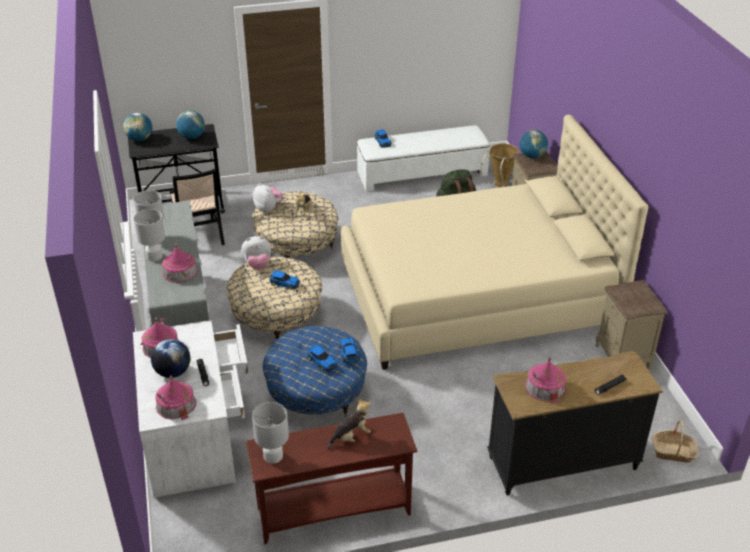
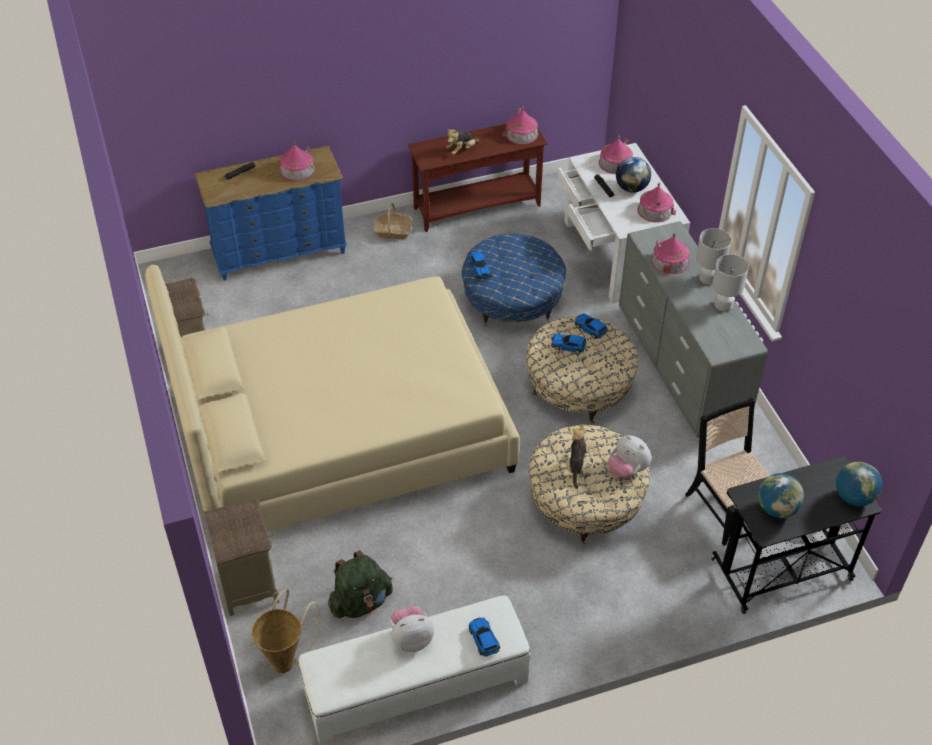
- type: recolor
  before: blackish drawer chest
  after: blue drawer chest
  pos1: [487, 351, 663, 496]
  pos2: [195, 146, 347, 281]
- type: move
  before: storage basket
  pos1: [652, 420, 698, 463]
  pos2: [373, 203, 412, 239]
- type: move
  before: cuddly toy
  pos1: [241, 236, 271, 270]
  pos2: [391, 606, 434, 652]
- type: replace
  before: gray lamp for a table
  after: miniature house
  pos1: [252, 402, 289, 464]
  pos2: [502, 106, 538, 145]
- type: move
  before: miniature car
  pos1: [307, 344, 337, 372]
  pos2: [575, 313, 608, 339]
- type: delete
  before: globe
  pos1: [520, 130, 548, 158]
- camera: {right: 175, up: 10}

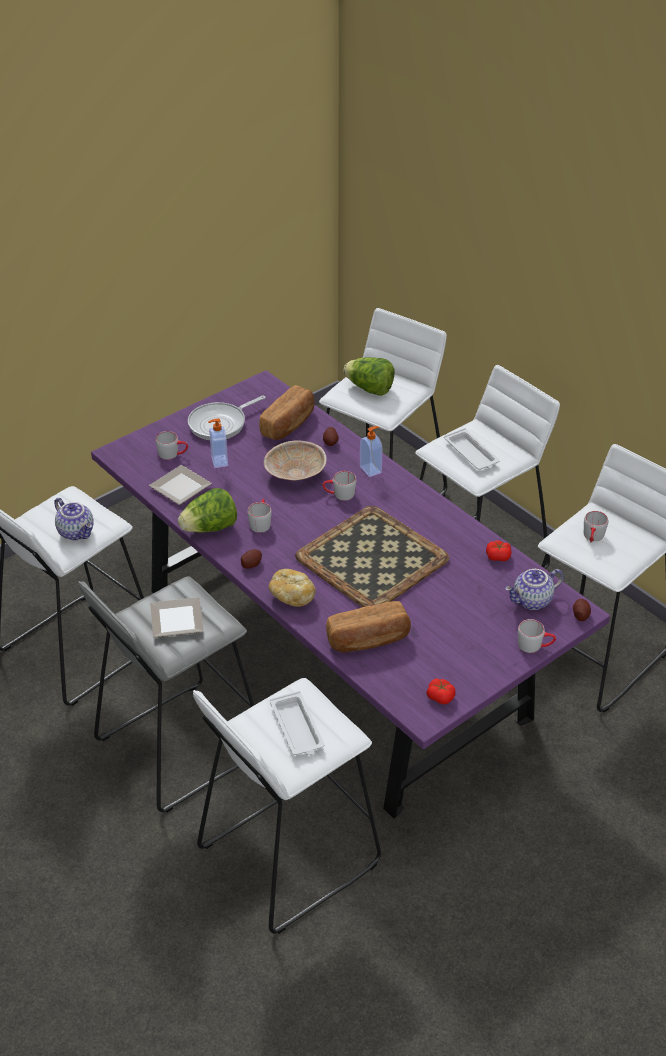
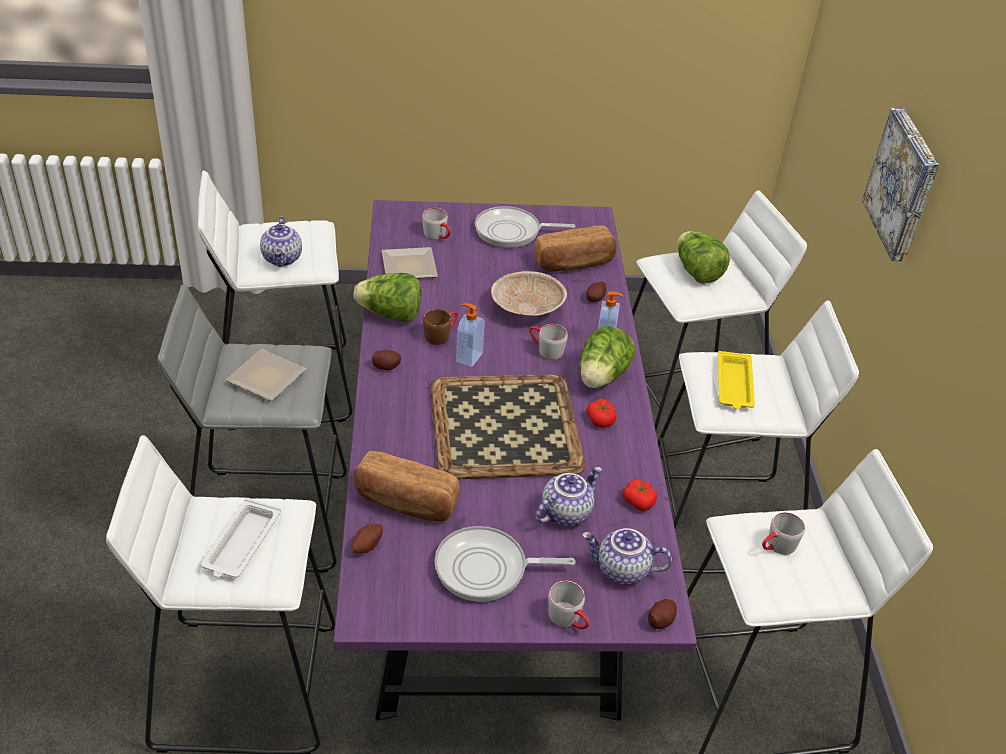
- type: insert
  after: spud
  pos2: [352, 524, 383, 554]
- type: recolor
  before: gray mug
  after: brown-coloured mug
  pos1: [247, 499, 272, 533]
  pos2: [423, 309, 458, 345]
- type: insert
  after: skillet
  pos2: [434, 526, 576, 602]
- type: move
  before: soap bottle
  pos1: [208, 419, 228, 468]
  pos2: [456, 303, 485, 367]
- type: insert
  after: pot for tea
  pos2: [535, 467, 602, 526]
- type: insert
  after: lettuce
  pos2: [580, 326, 636, 388]
- type: move
  before: tomato
  pos1: [426, 678, 456, 704]
  pos2: [586, 399, 617, 428]
- type: recolor
  before: white tray
  after: yellow-coloured tray
  pos1: [444, 428, 500, 470]
  pos2: [718, 351, 755, 410]
- type: insert
  after: wall picture
  pos2: [862, 108, 939, 261]
- type: delete
  before: bread
  pos1: [269, 569, 316, 607]
- camera: {right: 35, up: 0}

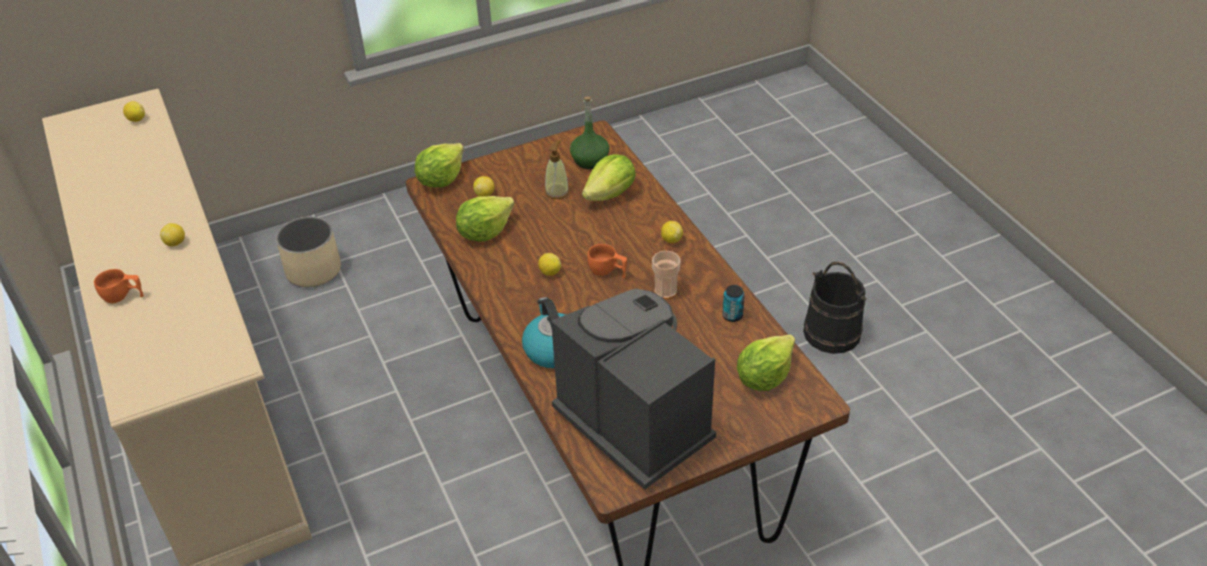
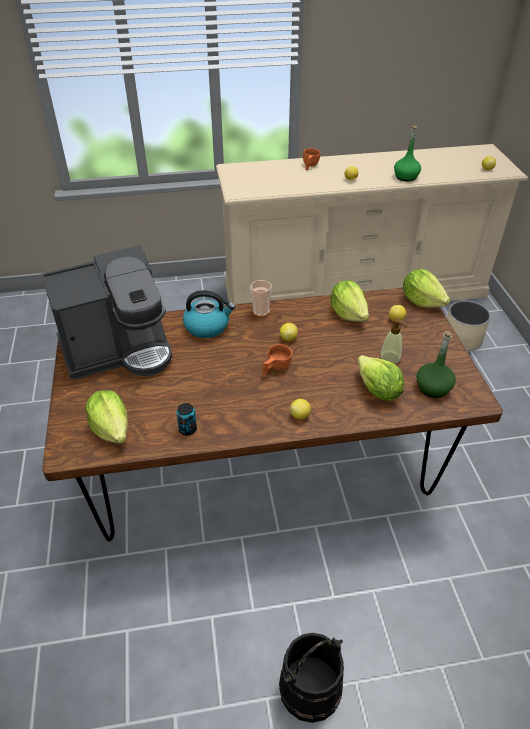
- type: move
  before: drinking cup
  pos1: [652, 251, 681, 299]
  pos2: [251, 280, 272, 317]
- type: insert
  after: green-coloured drink bottle
  pos2: [394, 126, 421, 182]
- camera: {right: 105, up: 0}

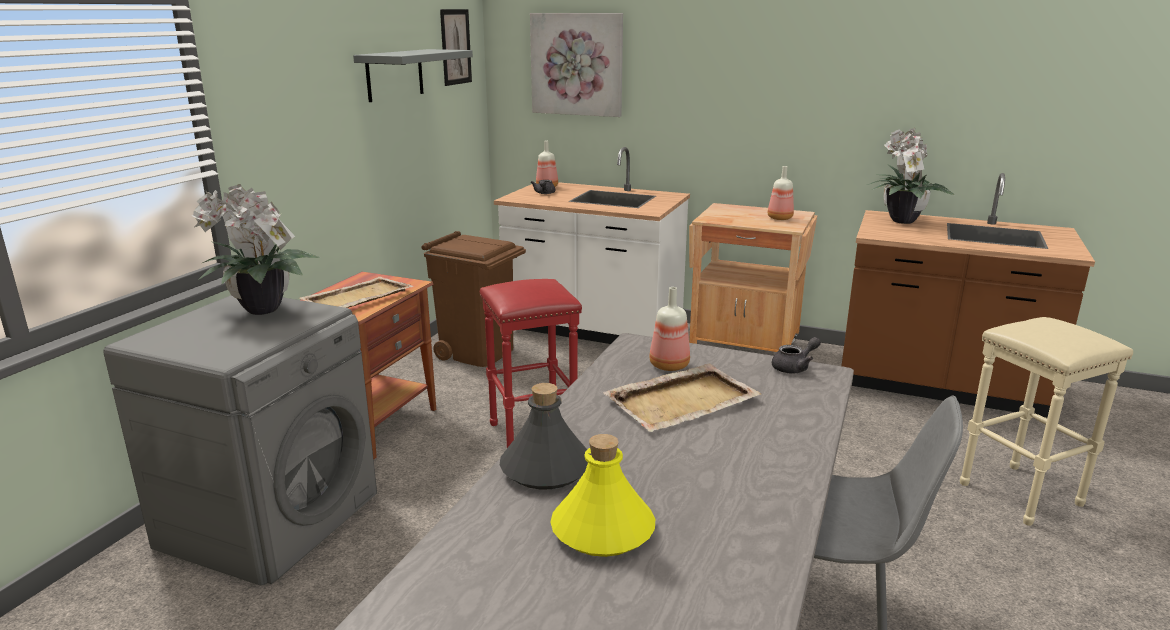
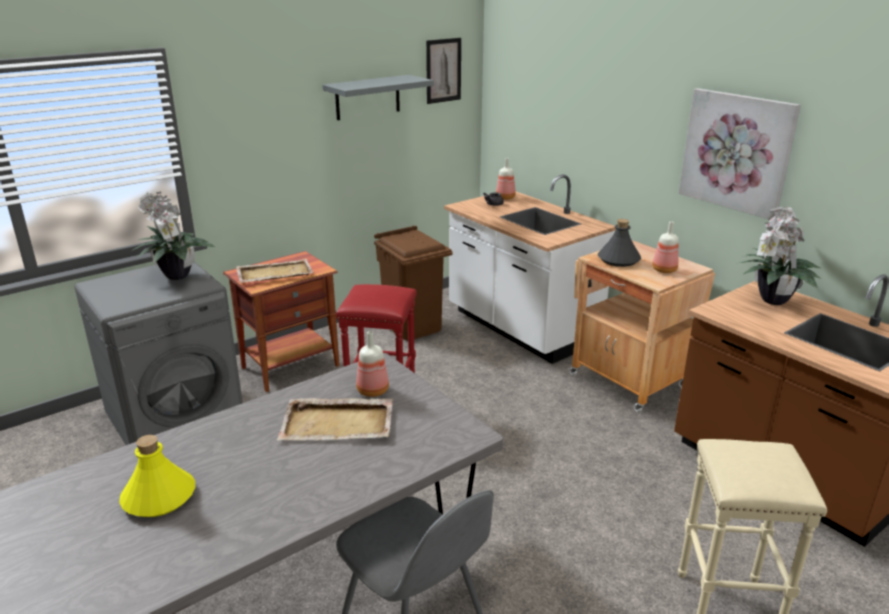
- type: move
  before: gray drink bottle
  pos1: [500, 383, 588, 489]
  pos2: [598, 219, 641, 267]
- type: move
  before: wall picture
  pos1: [530, 13, 623, 117]
  pos2: [679, 88, 801, 219]
- type: delete
  before: gray pot for tea
  pos1: [772, 337, 821, 374]
- camera: {right: 30, up: 5}

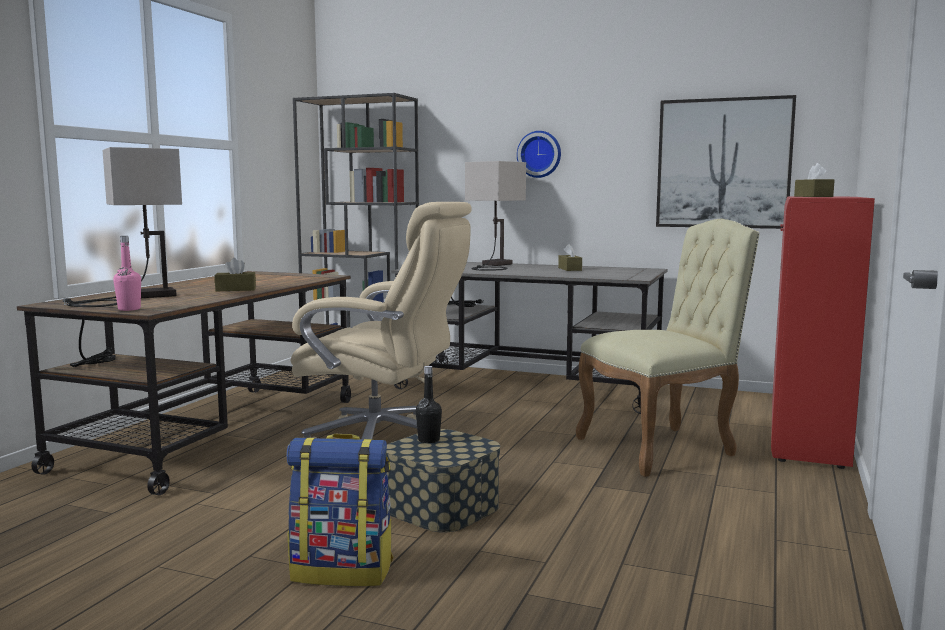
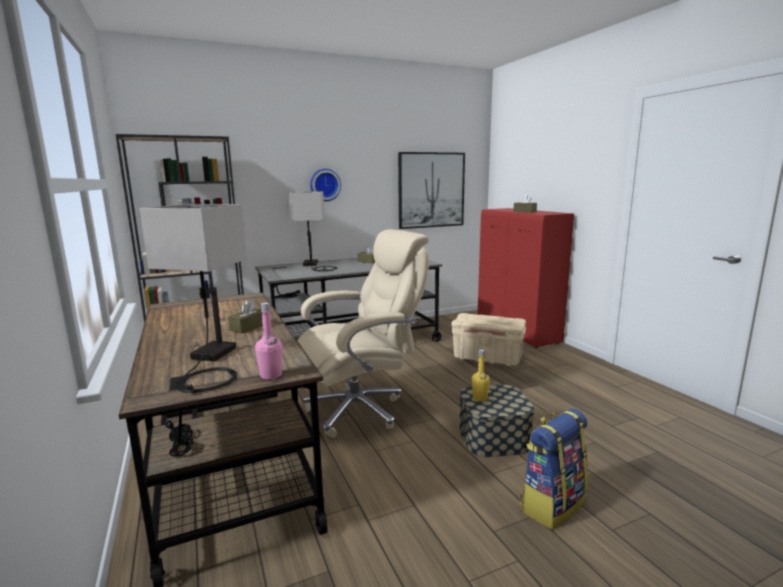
- type: replace
  before: beige-coloured upright chair
  after: beige-coloured storage bin
  pos1: [576, 219, 759, 477]
  pos2: [452, 313, 526, 366]
- type: recolor
  before: blackish drink bottle
  after: yellow-coloured drink bottle
  pos1: [416, 366, 442, 443]
  pos2: [472, 350, 490, 402]
- camera: {right: -45, up: 5}

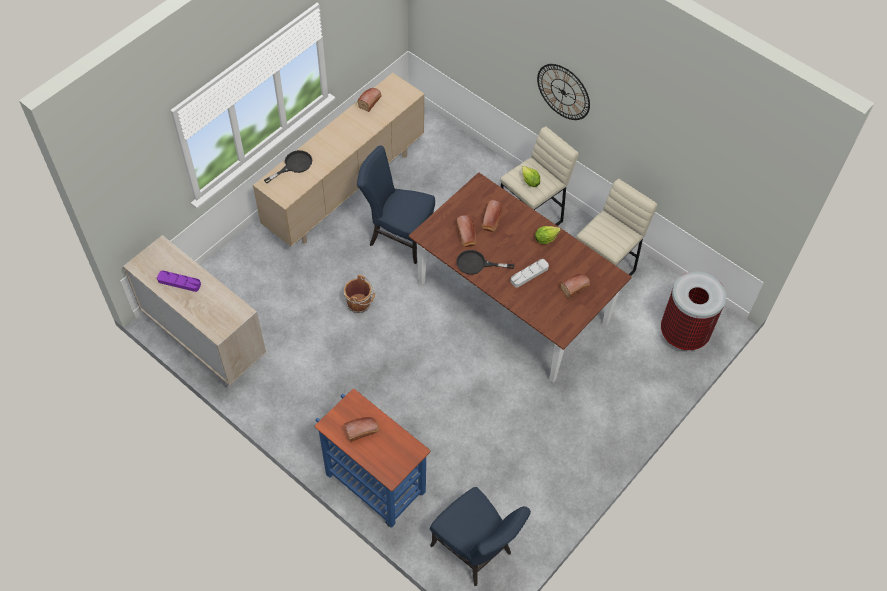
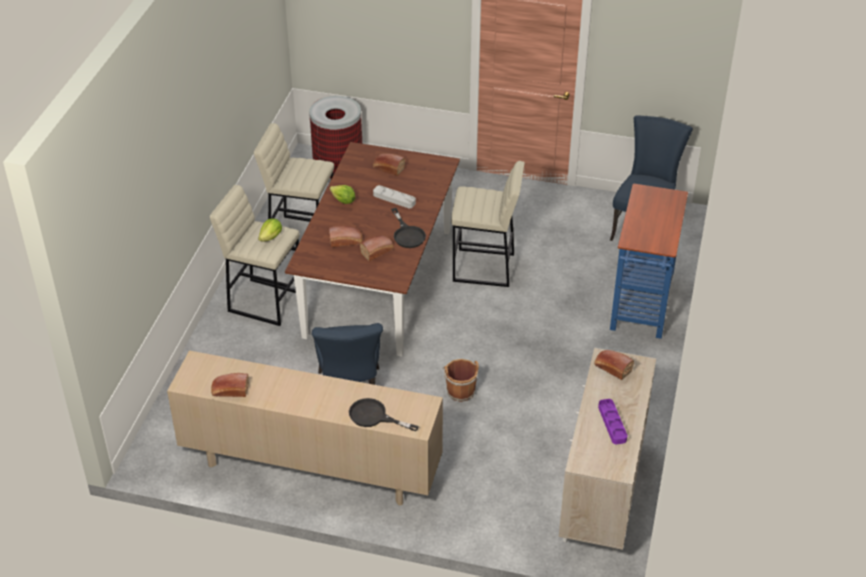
- type: insert
  after: beige-coloured stool seat
  pos2: [451, 161, 525, 287]
- type: move
  before: bread
  pos1: [344, 417, 379, 442]
  pos2: [594, 350, 634, 380]
- type: delete
  before: clock on the wall
  pos1: [537, 64, 590, 120]
- camera: {right: -115, up: -15}

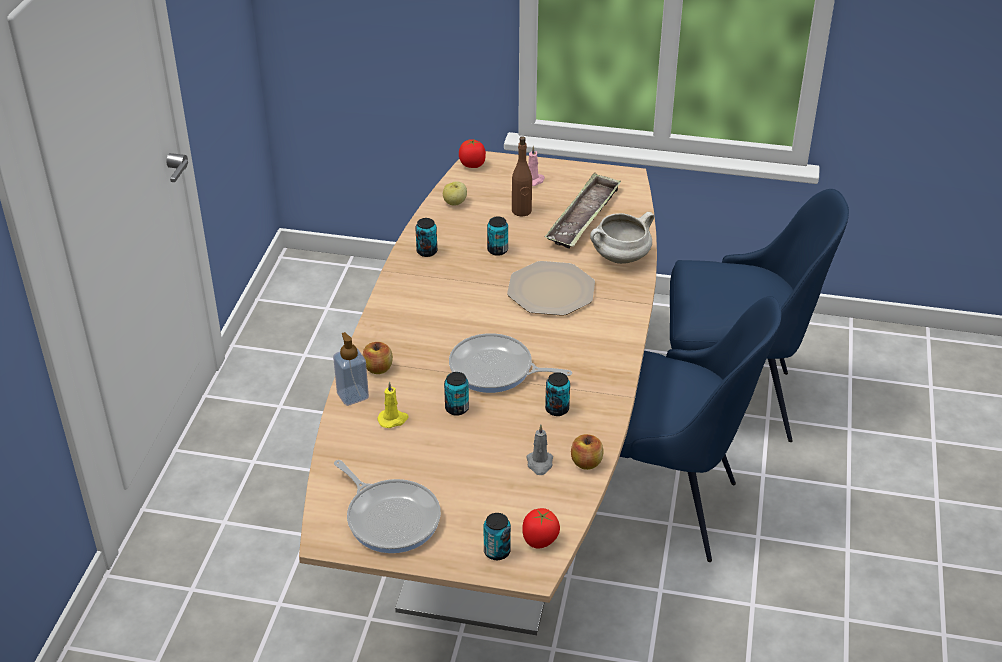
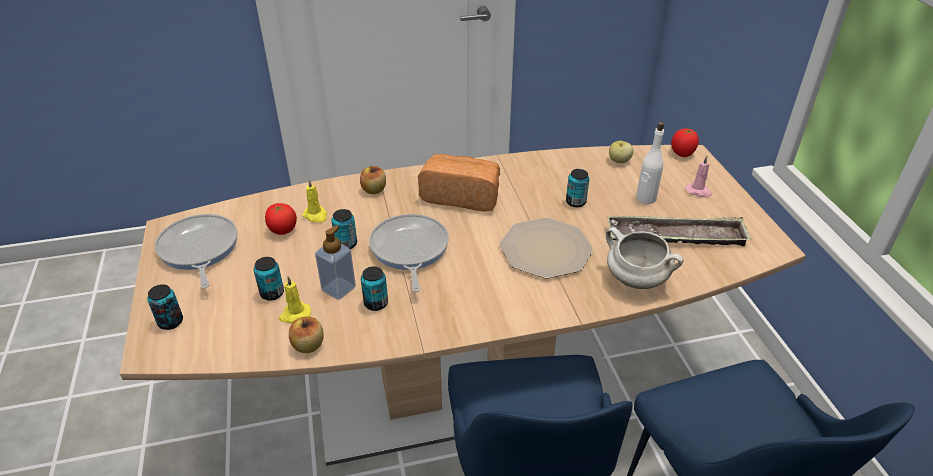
- type: rotate
  before: skillet
  pos1: [334, 460, 441, 553]
  pos2: [155, 214, 237, 288]
  turn: 135
- type: move
  before: can
  pos1: [415, 218, 437, 257]
  pos2: [254, 257, 284, 301]
- type: move
  before: tomato
  pos1: [522, 508, 560, 549]
  pos2: [265, 203, 297, 235]
- type: recolor
  before: gray candle
  after: yellow-coloured candle
  pos1: [526, 425, 553, 475]
  pos2: [279, 276, 311, 323]
- type: move
  before: soap bottle
  pos1: [333, 332, 369, 406]
  pos2: [315, 225, 356, 300]
- type: insert
  after: bread
  pos2: [418, 154, 500, 212]
- type: recolor
  before: brown-coloured drink bottle
  after: white drink bottle
  pos1: [512, 136, 532, 216]
  pos2: [636, 122, 664, 204]
- camera: {right: 65, up: 0}

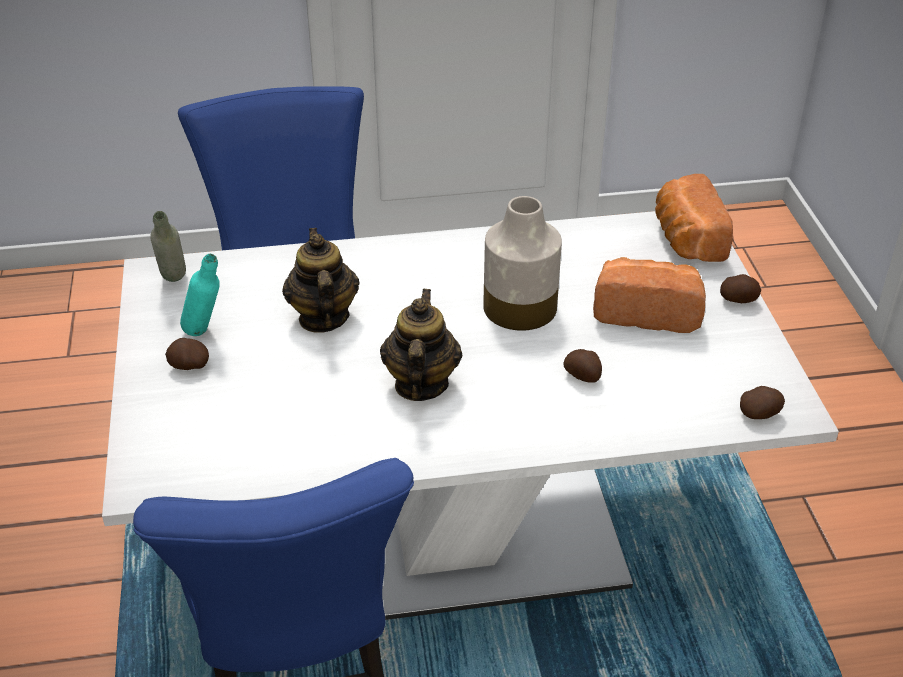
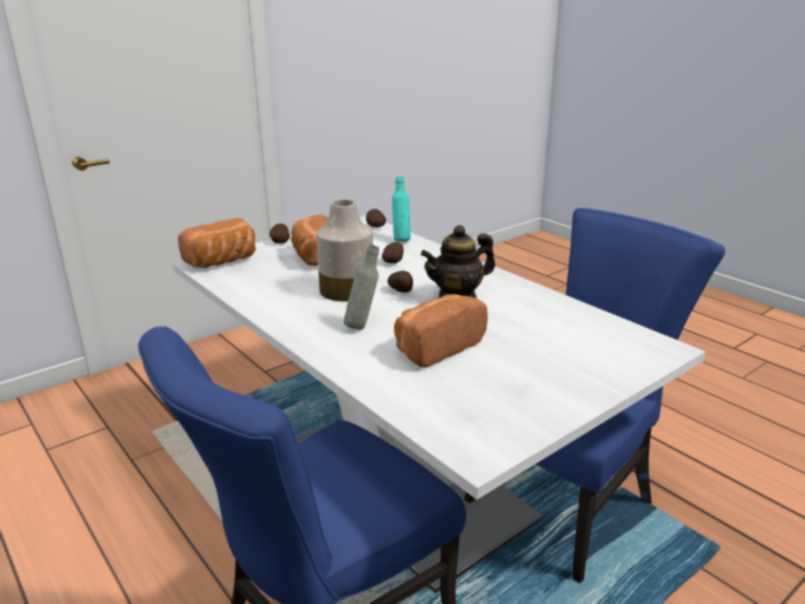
- type: move
  before: gray drink bottle
  pos1: [150, 211, 186, 282]
  pos2: [344, 244, 379, 330]
- type: move
  before: spud
  pos1: [165, 338, 209, 370]
  pos2: [388, 271, 413, 293]
- type: move
  before: turquoise-coloured drink bottle
  pos1: [180, 254, 220, 336]
  pos2: [392, 177, 410, 241]
- type: replace
  before: pot for tea
  after: bread
  pos1: [282, 228, 360, 333]
  pos2: [394, 294, 488, 367]
- camera: {right: -120, up: -15}

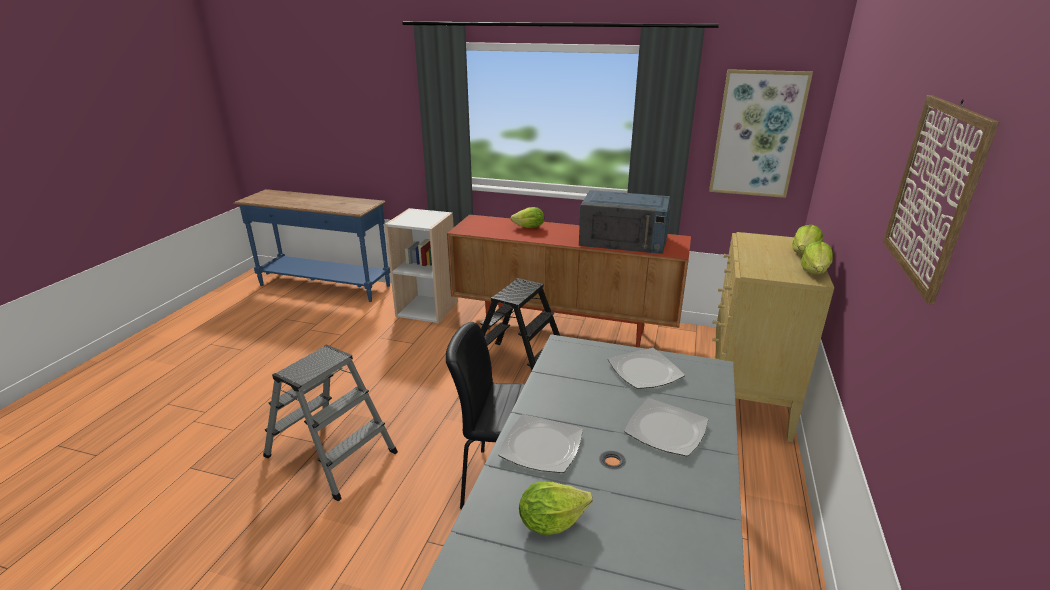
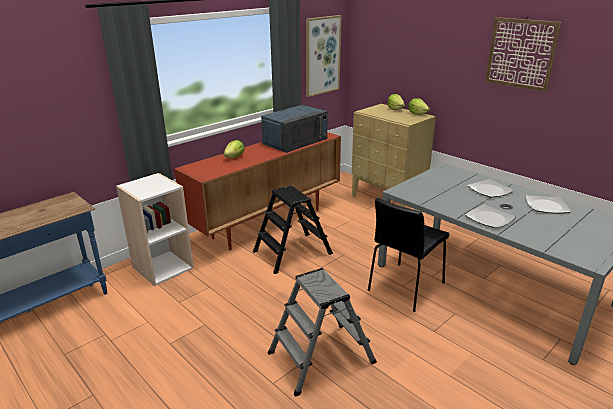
- type: move
  before: dinner plate
  pos1: [608, 348, 685, 389]
  pos2: [525, 195, 571, 213]
- type: delete
  before: lettuce
  pos1: [519, 482, 593, 535]
- camera: {right: -60, up: 0}

